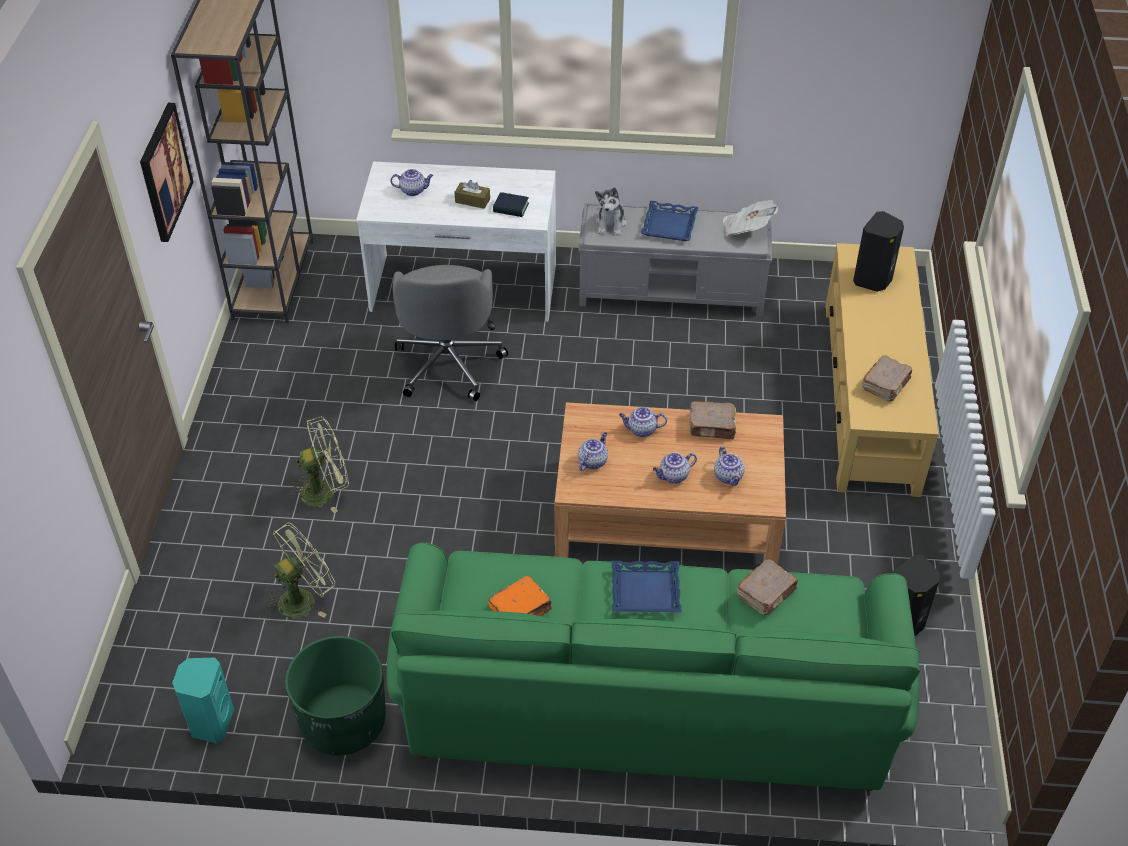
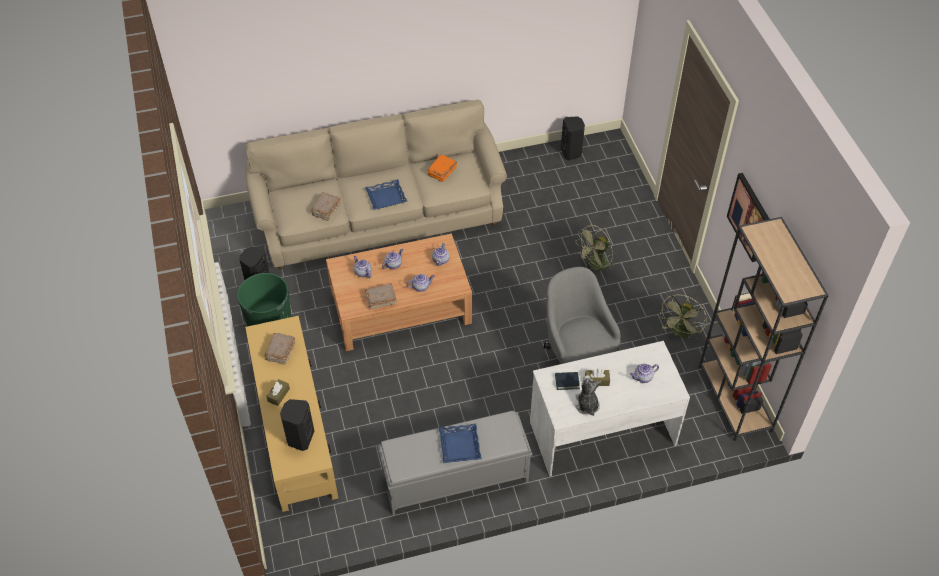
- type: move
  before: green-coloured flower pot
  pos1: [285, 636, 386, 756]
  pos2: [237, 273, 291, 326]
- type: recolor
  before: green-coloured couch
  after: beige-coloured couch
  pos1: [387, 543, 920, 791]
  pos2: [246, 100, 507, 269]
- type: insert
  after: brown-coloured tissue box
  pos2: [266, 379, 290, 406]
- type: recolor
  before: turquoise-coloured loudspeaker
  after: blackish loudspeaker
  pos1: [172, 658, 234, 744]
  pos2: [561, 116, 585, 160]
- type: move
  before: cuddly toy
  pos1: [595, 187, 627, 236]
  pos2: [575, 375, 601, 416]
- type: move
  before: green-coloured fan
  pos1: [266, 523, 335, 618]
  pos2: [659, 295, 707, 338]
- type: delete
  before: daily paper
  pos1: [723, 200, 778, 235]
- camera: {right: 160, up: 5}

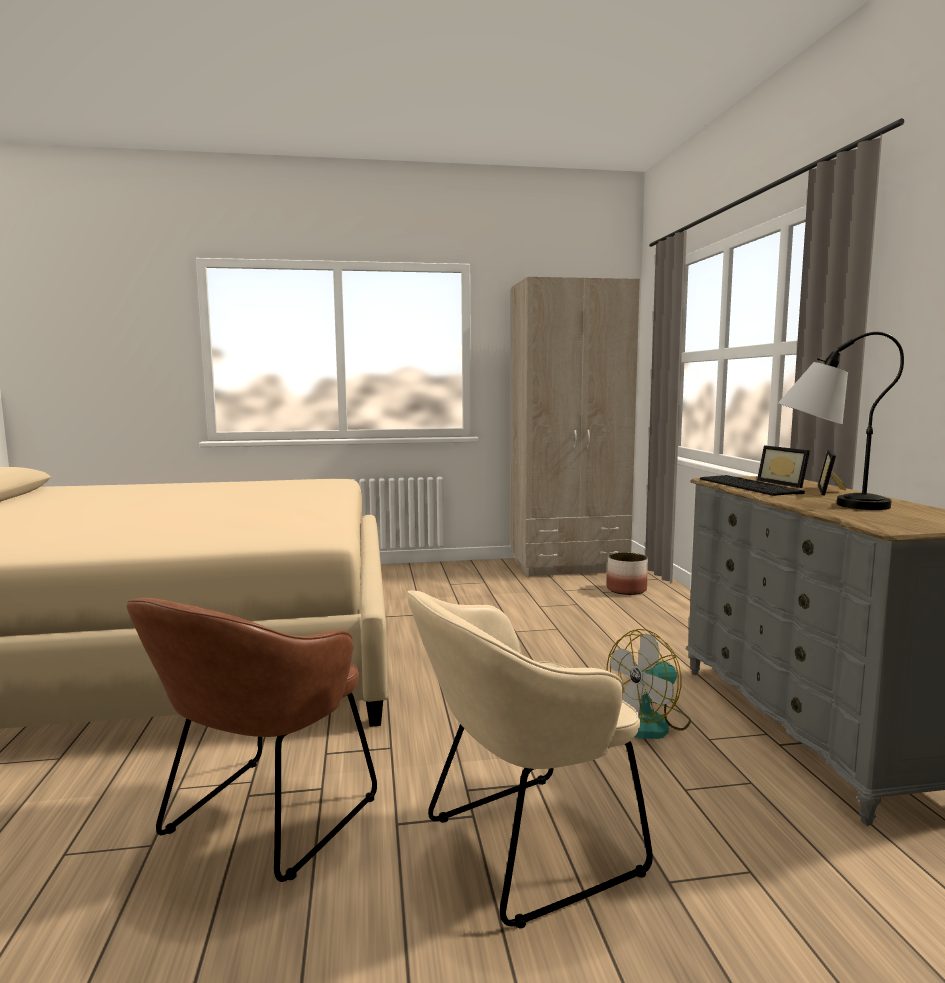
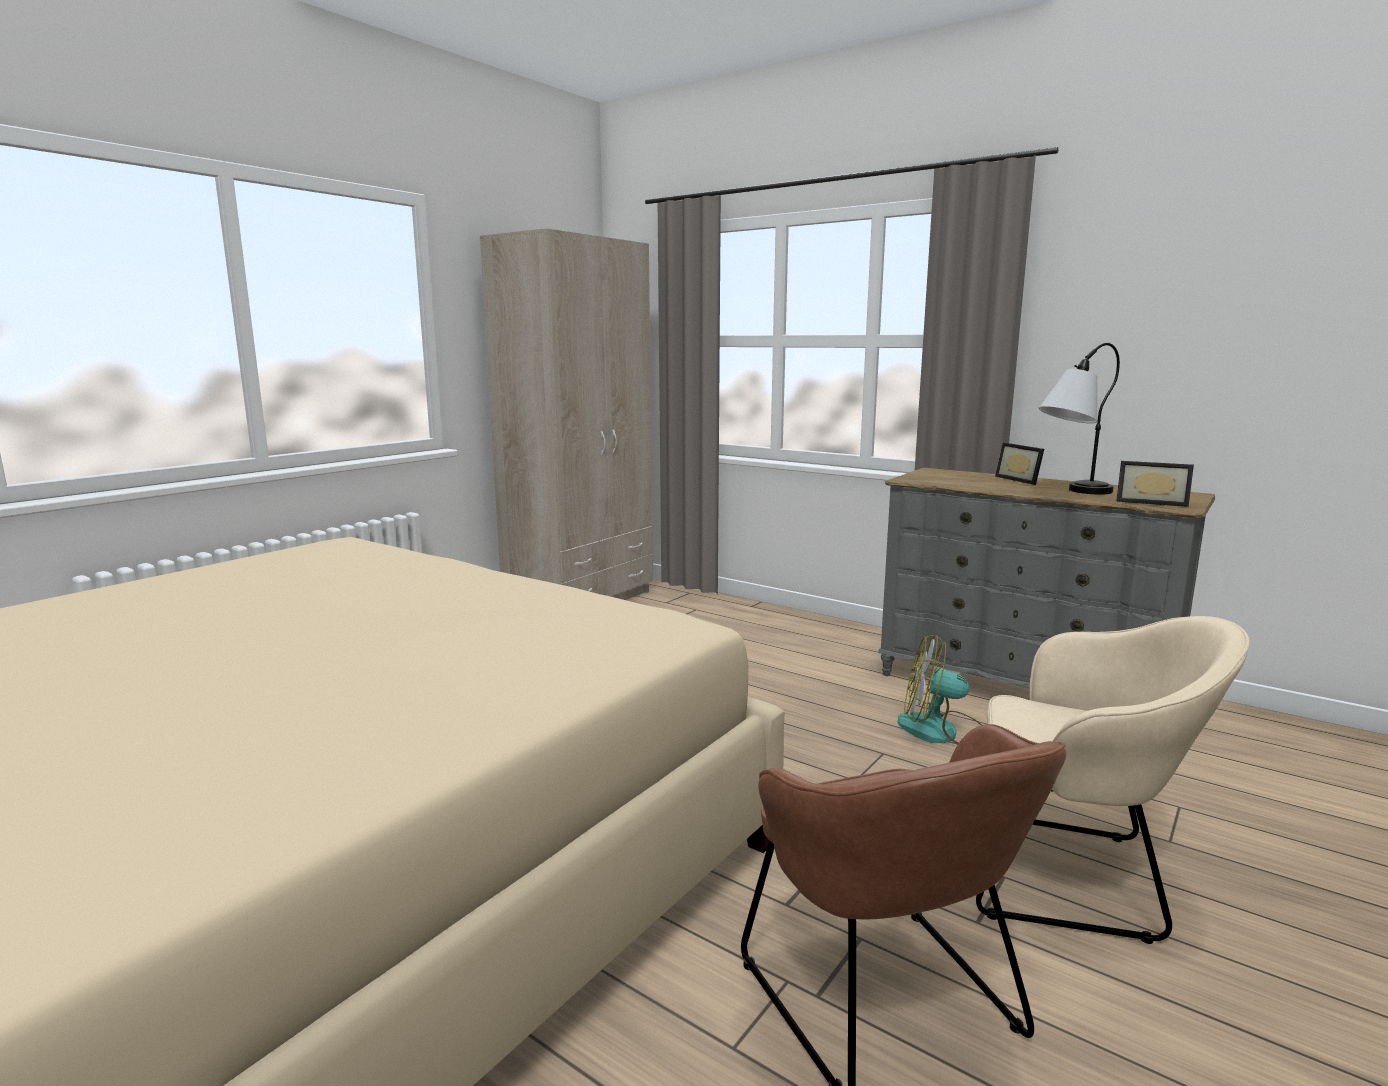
- type: rotate
  before: fan
  pos1: [607, 629, 691, 739]
  pos2: [898, 635, 982, 745]
  turn: 90
- type: rotate
  before: beige-coloured easy chair
  pos1: [407, 590, 653, 928]
  pos2: [976, 616, 1250, 944]
  turn: -90
- type: move
  before: photo frame
  pos1: [757, 445, 810, 488]
  pos2: [1116, 461, 1194, 507]
- type: delete
  before: flower pot
  pos1: [607, 552, 648, 595]
- type: delete
  before: PC keyboard
  pos1: [700, 475, 805, 496]
- camera: {right: -45, up: 5}

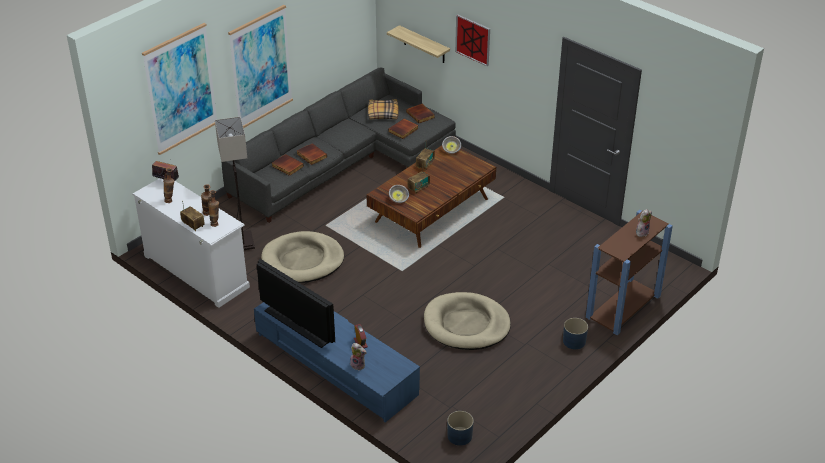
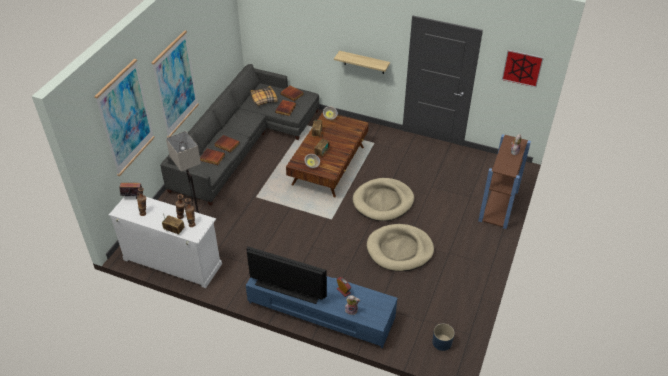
- type: move
  before: bracket shelf
  pos1: [387, 25, 450, 63]
  pos2: [334, 51, 390, 74]
- type: move
  before: beige-coloured dog bed
  pos1: [261, 231, 344, 283]
  pos2: [353, 178, 414, 221]
- type: move
  before: wall picture
  pos1: [455, 14, 490, 66]
  pos2: [502, 50, 544, 87]
- type: delete
  before: blue flower pot
  pos1: [563, 318, 588, 350]
- camera: {right: -20, up: 5}

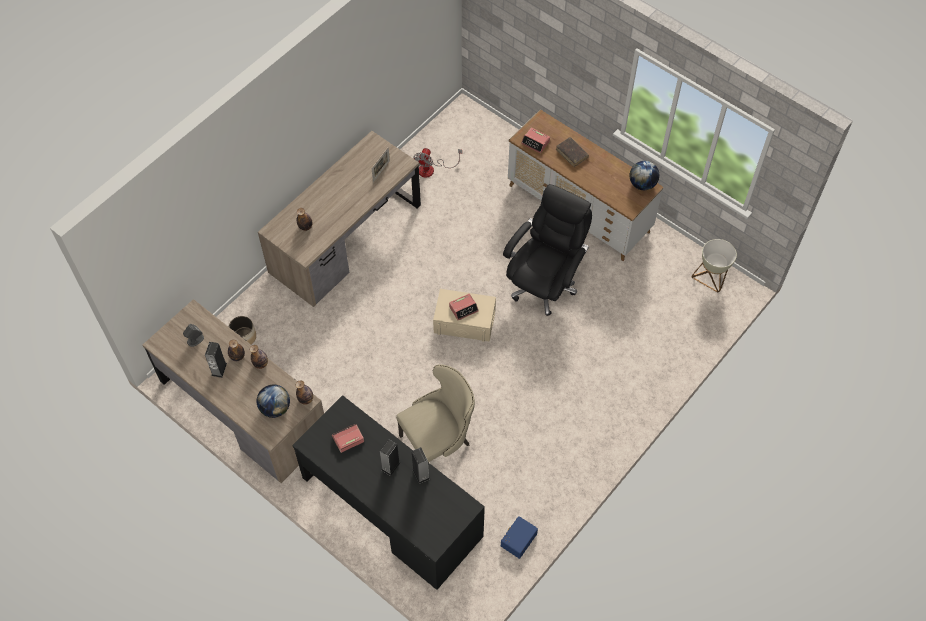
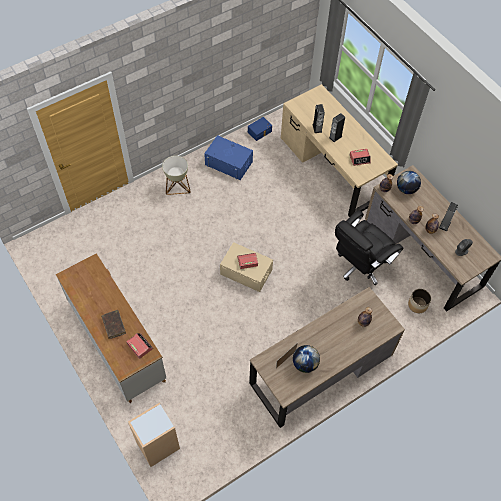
- type: insert
  after: bookshelf
  pos2: [128, 403, 180, 467]
- type: move
  before: flower pot
  pos1: [692, 239, 737, 292]
  pos2: [162, 156, 191, 195]
- type: insert
  after: blue storage bin
  pos2: [204, 135, 253, 180]
- type: recolor
  before: blackish desk table
  after: beige-coloured desk table
  pos1: [292, 395, 485, 590]
  pos2: [281, 84, 398, 217]
- type: move
  before: globe
  pos1: [629, 161, 659, 190]
  pos2: [293, 345, 320, 373]
- type: move
  before: blackish desk chair
  pos1: [503, 184, 592, 316]
  pos2: [335, 210, 403, 285]
- type: delete
  before: beige-coloured upright chair
  pos1: [396, 364, 475, 463]
- type: delete
  before: fan
  pos1: [413, 148, 462, 178]
- camera: {right: -165, up: 0}

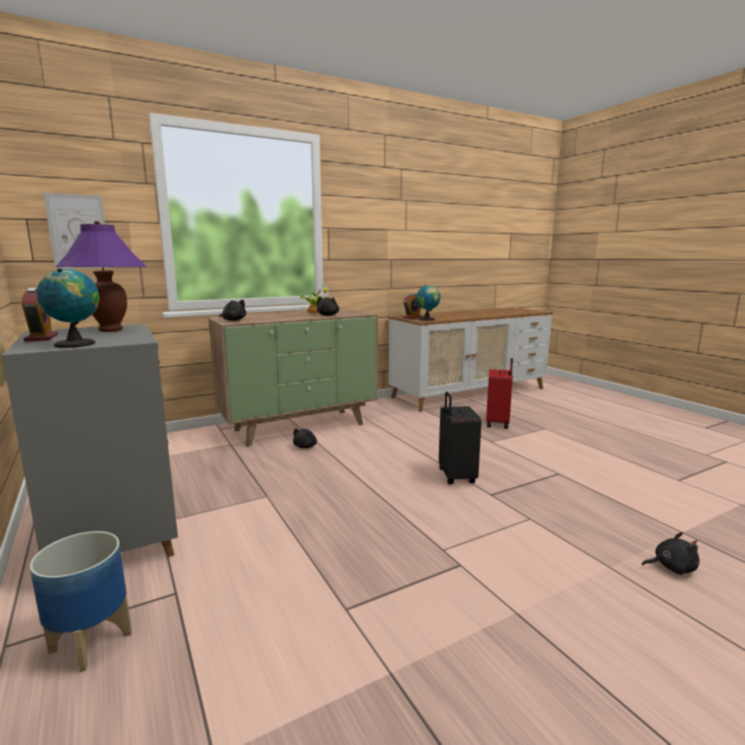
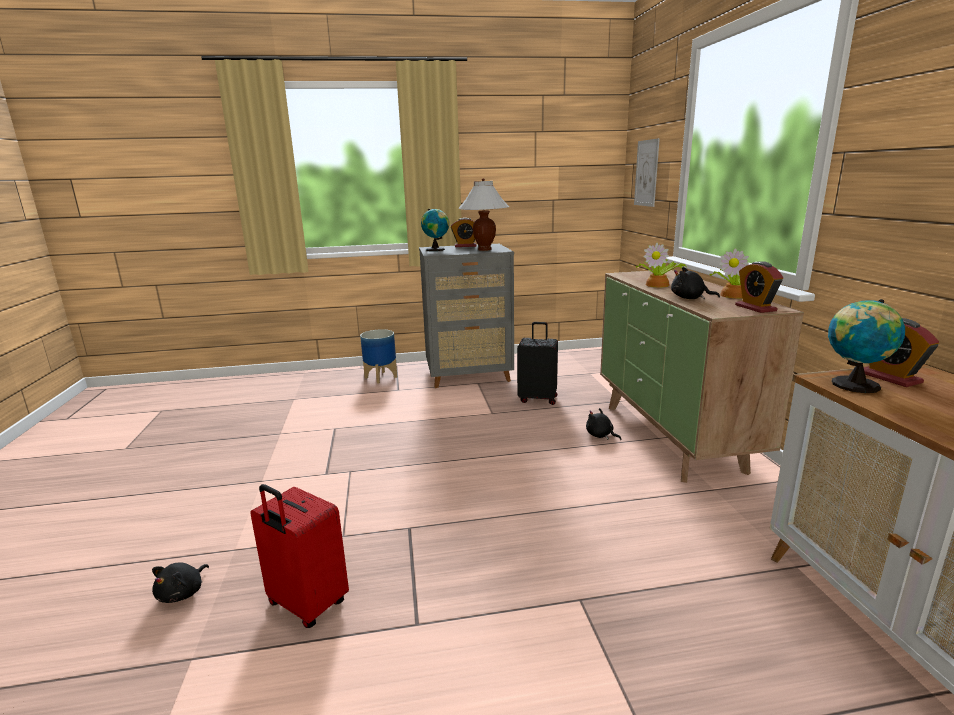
- type: move
  before: red-coloured suitcase
  pos1: [486, 358, 513, 429]
  pos2: [250, 484, 349, 628]
- type: recolor
  before: purple lamp for a table
  after: white lamp for a table
  pos1: [55, 221, 146, 332]
  pos2: [458, 178, 509, 251]
- type: move
  before: blackish suitcase
  pos1: [439, 392, 482, 484]
  pos2: [517, 322, 558, 405]
- type: insert
  after: potted plant
  pos2: [636, 242, 687, 287]
- type: insert
  after: table clock
  pos2: [735, 261, 783, 313]
- type: delete
  before: blackish cuddly toy
  pos1: [219, 300, 246, 321]
- camera: {right: 110, up: 5}

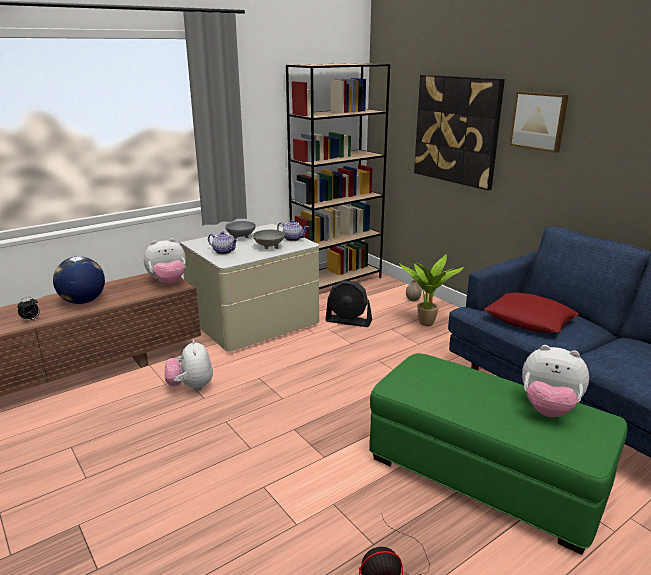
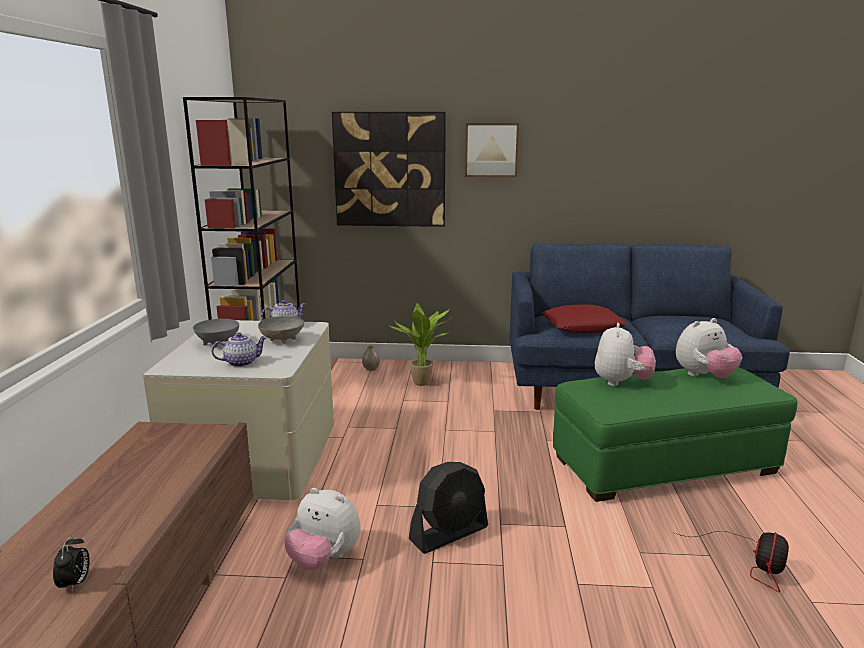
- type: move
  before: blackish fan
  pos1: [325, 280, 372, 327]
  pos2: [409, 462, 488, 554]
- type: move
  before: cuddly toy
  pos1: [144, 238, 186, 284]
  pos2: [595, 323, 656, 386]
- type: delete
  before: globe
  pos1: [53, 256, 105, 304]
- camera: {right: -50, up: -5}

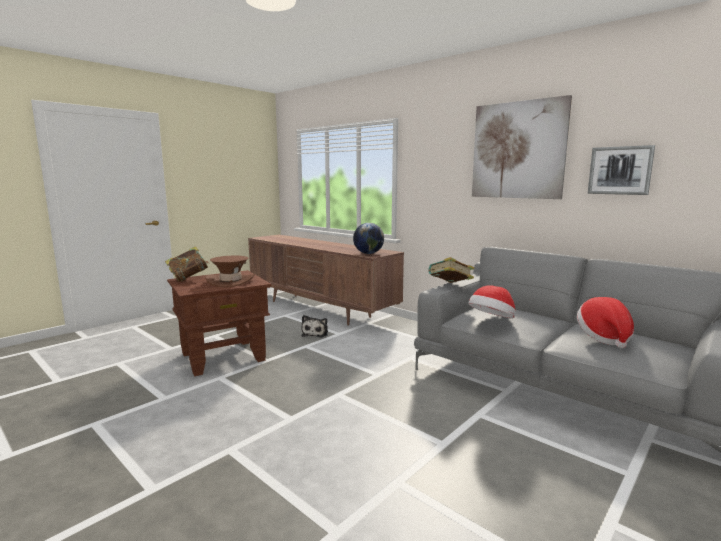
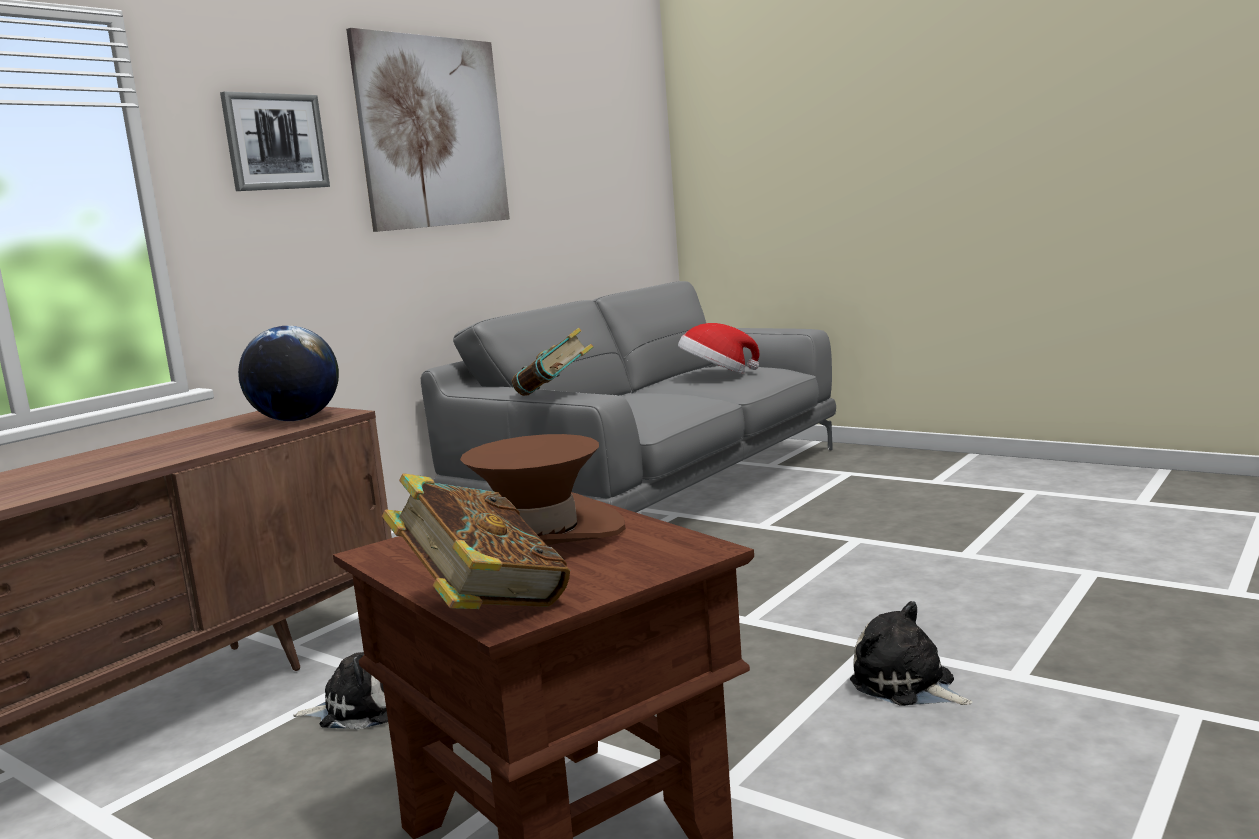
- type: move
  before: wall picture
  pos1: [588, 145, 655, 195]
  pos2: [220, 91, 330, 191]
- type: insert
  after: cuddly toy
  pos2: [850, 601, 972, 706]
- type: delete
  before: clothing hat
  pos1: [468, 285, 516, 318]
- camera: {right: -95, up: 0}

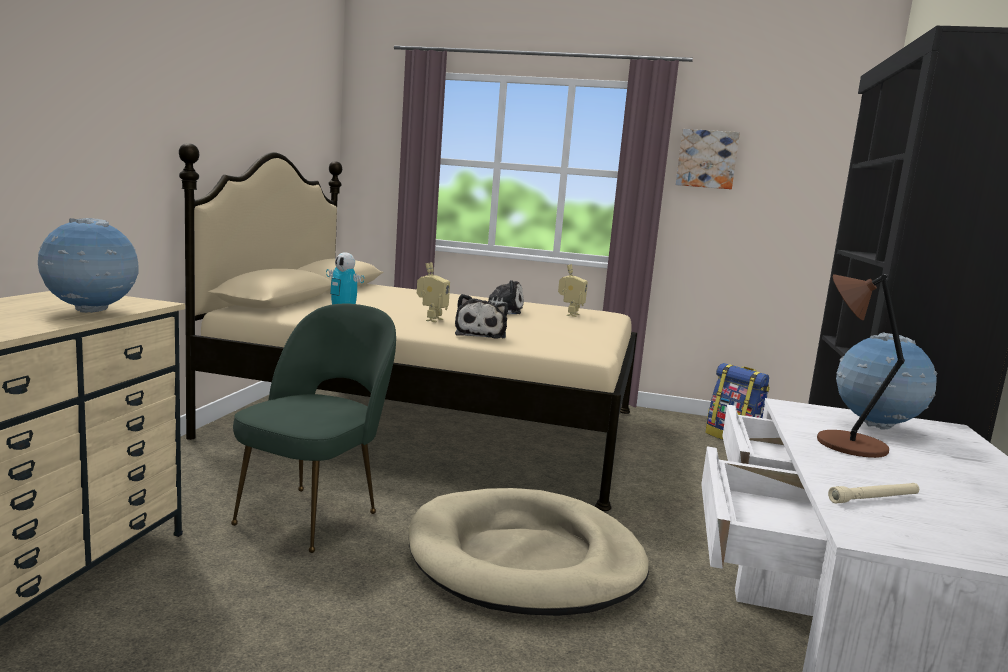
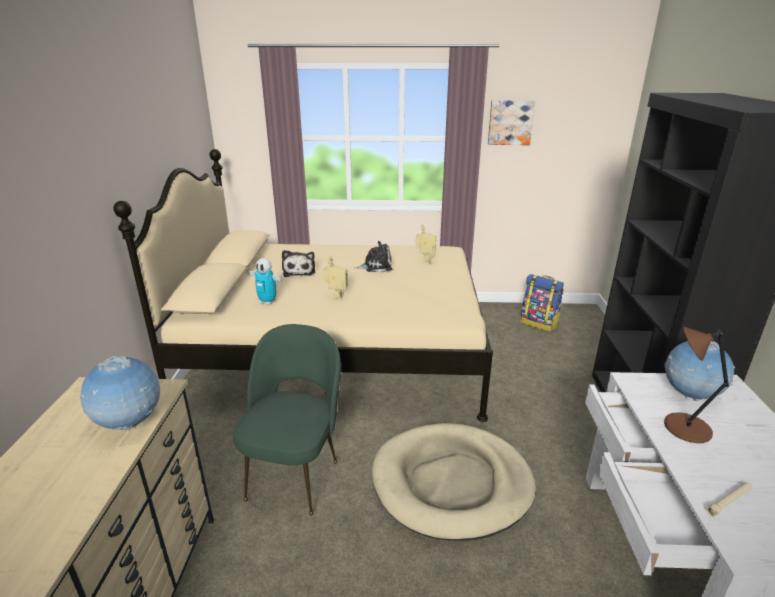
- type: move
  before: cuddly toy
  pos1: [455, 294, 508, 339]
  pos2: [282, 250, 315, 277]
- camera: {right: -10, up: 15}

